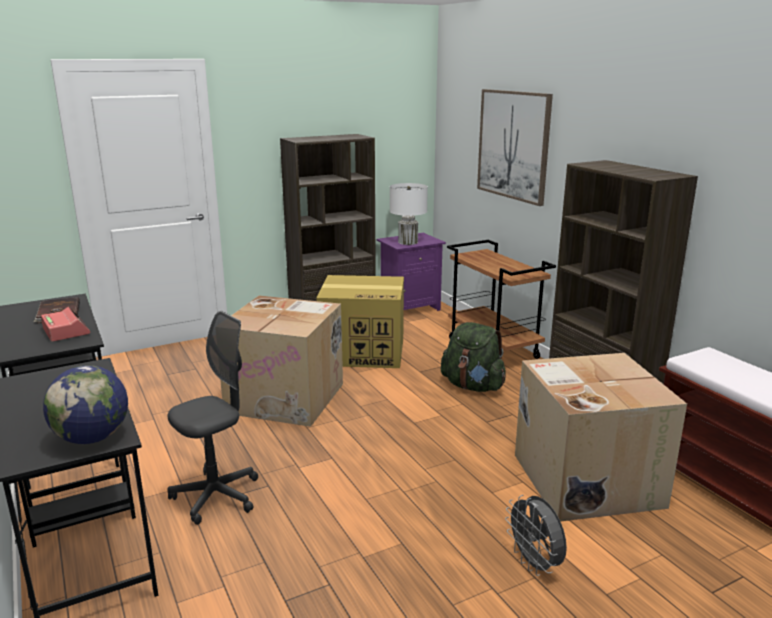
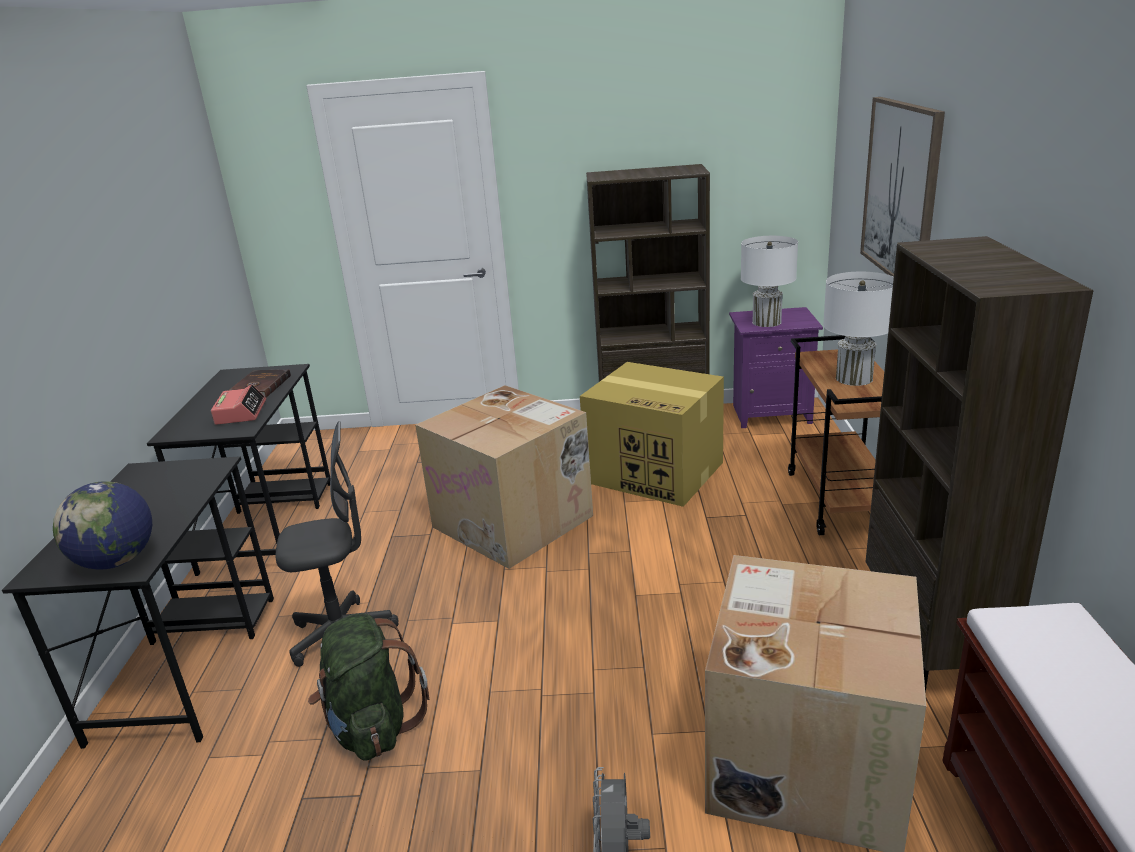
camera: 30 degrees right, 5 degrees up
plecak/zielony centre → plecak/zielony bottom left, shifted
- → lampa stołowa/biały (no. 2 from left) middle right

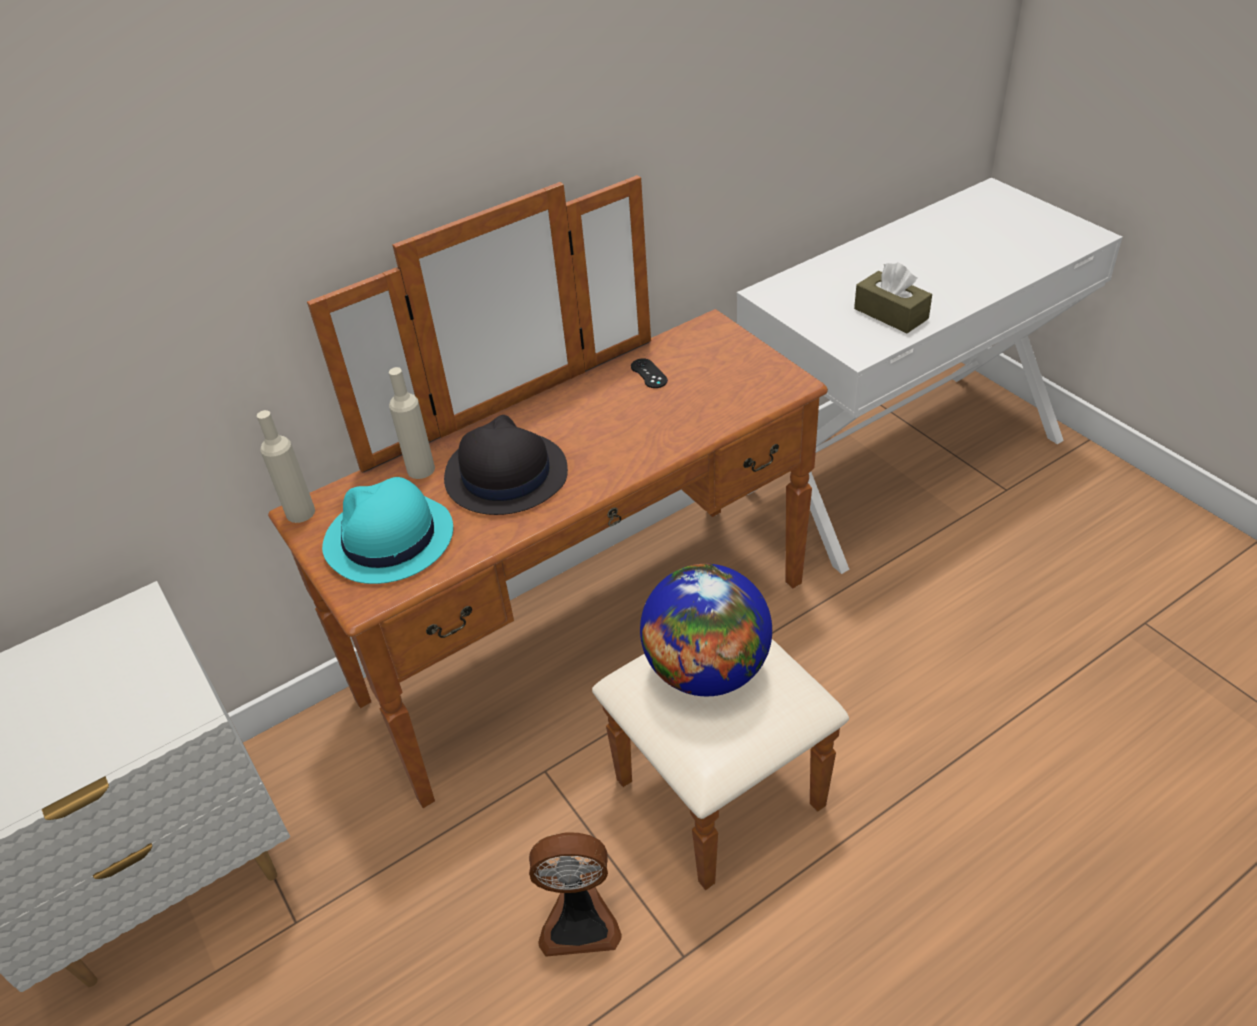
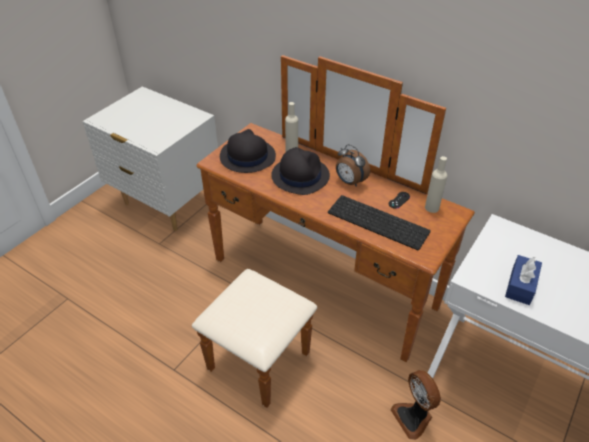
camera: 65 degrees right, 0 degrees up
butelka/beżowy (no. 1 from left in the first image) middle left → butelka/beżowy (no. 2 from left) middle right, shifted
kapelusz/turkusowy middle left → kapelusz/czarny (no. 1 from left) centre
wentylator bottom centre → wentylator bottom right, shifted
globus centre → -
pudełko chusteczek/brązowy top right → pudełko chusteczek/niebieski middle right
- → klawiatura centre
- → budzik centre

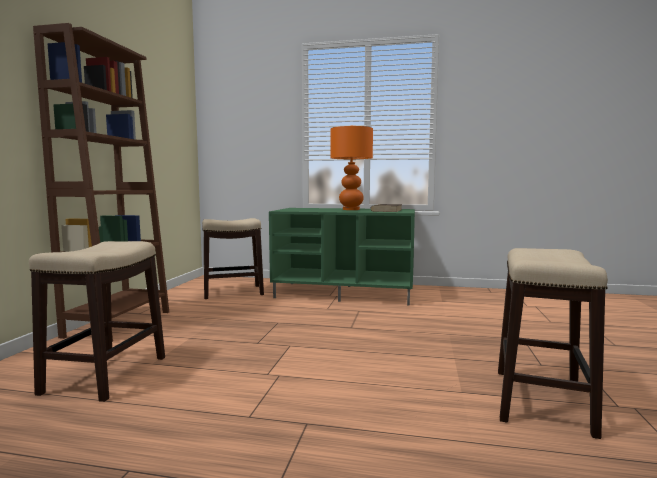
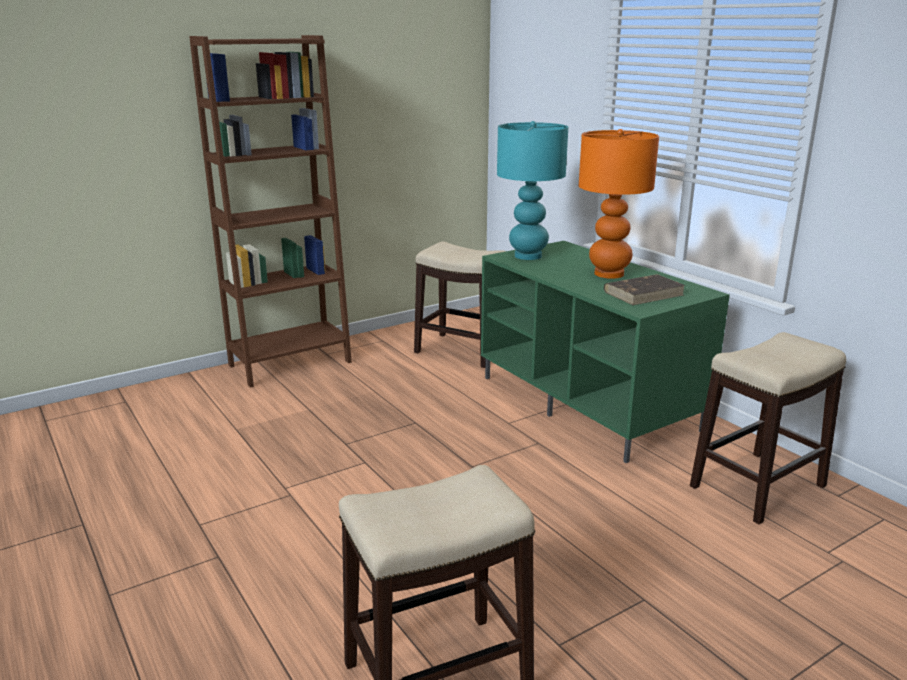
camera: 45 degrees right, 15 degrees up
stołek (no. 1 from left in the first image) bottom left → stołek (no. 3 from left) middle right, shifted
- → lampa stołowa/turkusowy top centre

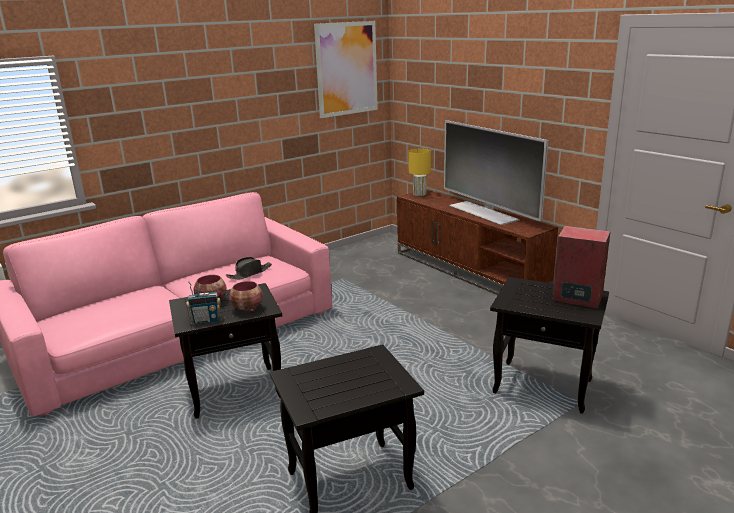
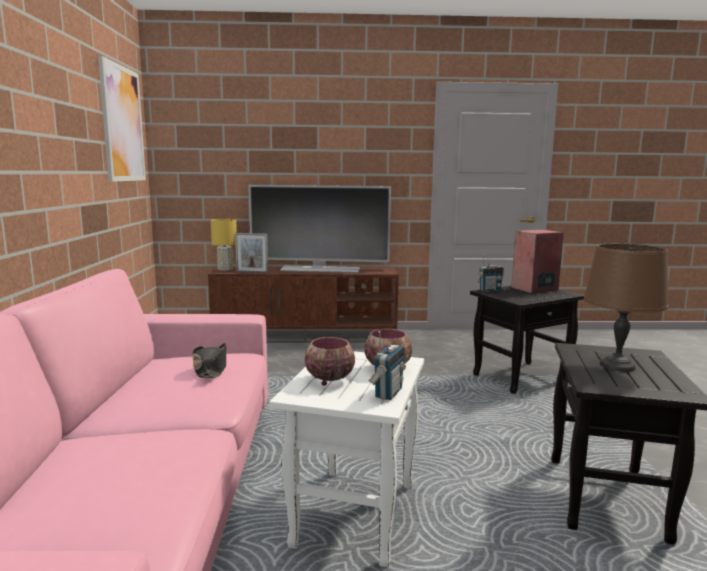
camera: 55 degrees left, 10 degrees down
stolik/czarny (no. 1 from left) bottom left → stolik/biały bottom centre
- → ramka na zdjęcie centre
- → radio (no. 2 from left) middle right
- → lampa stołowa/brązowy middle right

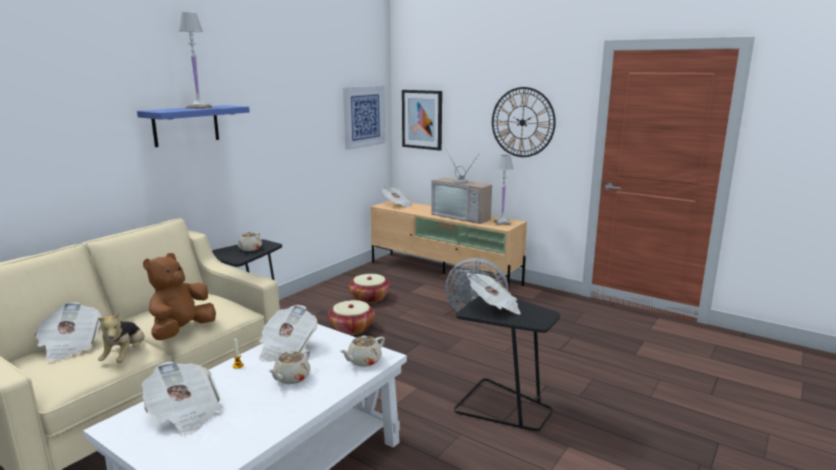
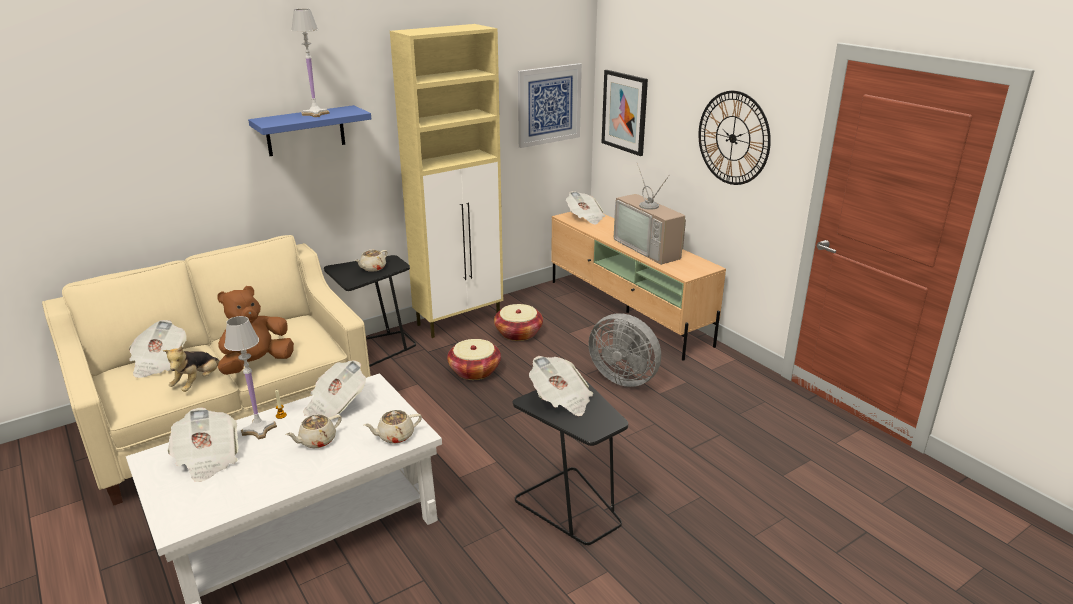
camera: 20 degrees right, 10 degrees up
lampa stołowa/biały (no. 2 from left in the first image) centre → lampa stołowa/biały (no. 1 from left) middle left, shifted
- → szafka/beżowy top centre

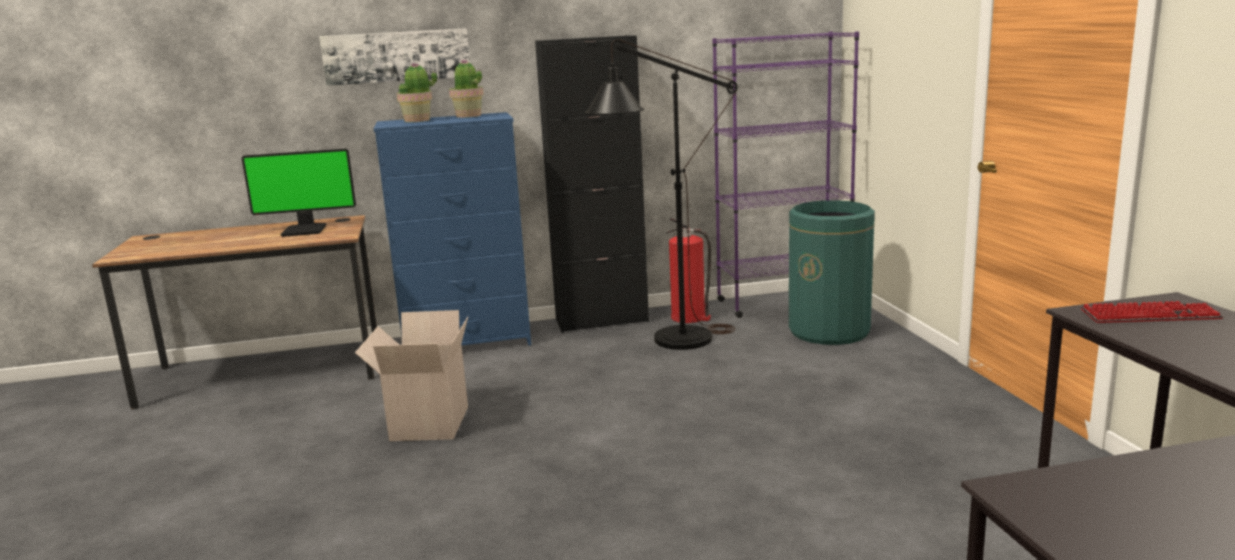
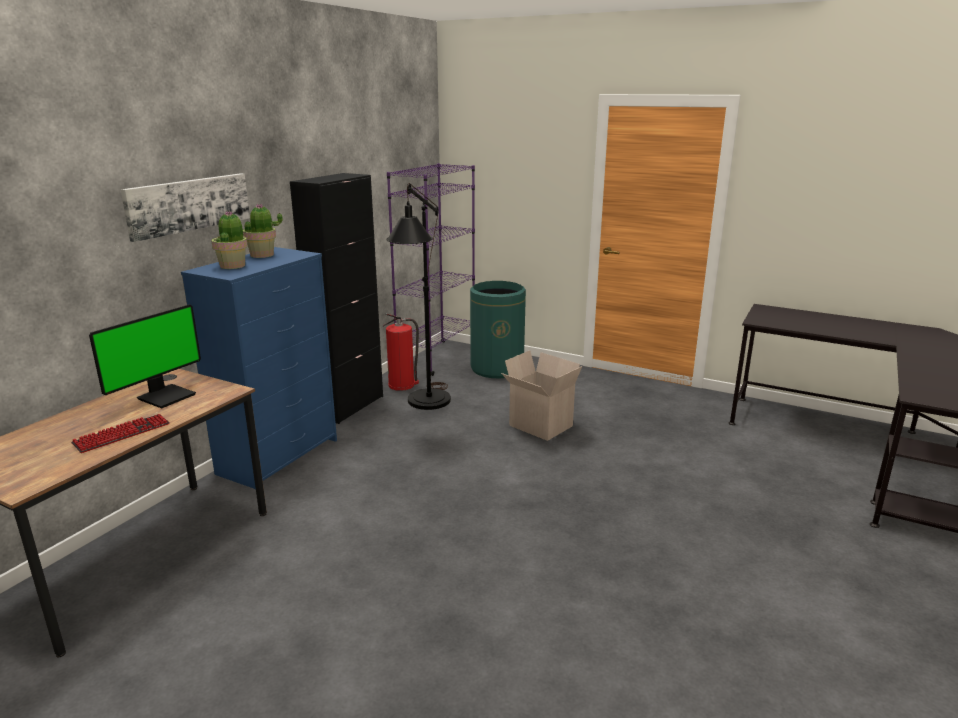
camera: 50 degrees left, 5 degrees up
karton bottom left → karton centre, shifted
klawiatura middle right → klawiatura middle left, shifted

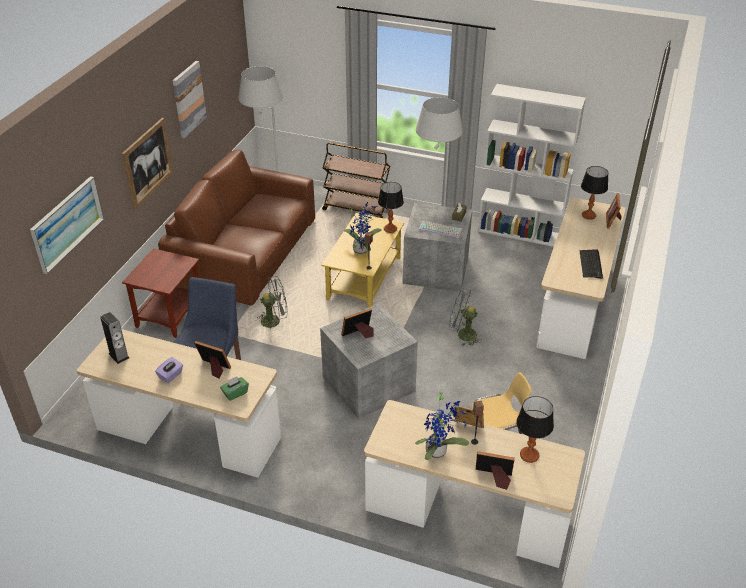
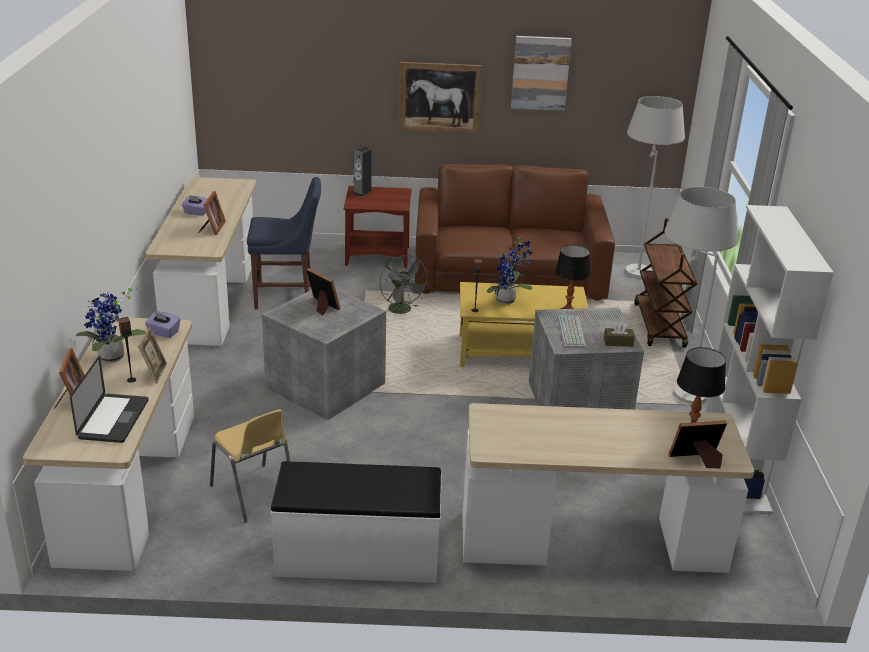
camera: 70 degrees right, 10 degrees down
obraz (no. 1 from left) middle left → -
głośnik (no. 1 from left in the first image) middle left → głośnik (no. 2 from left) top centre, shifted
pudełko chusteczek/zielony middle left → -
wentylator/szary (no. 2 from left) centre → -
lampa stołowa (no. 2 from left) bottom right → laptop middle left
klawiatura (no. 2 from left) middle right → -
- → pudełko chusteczek/fioletowy (no. 1 from left) middle left
- → ławka/biały bottom centre

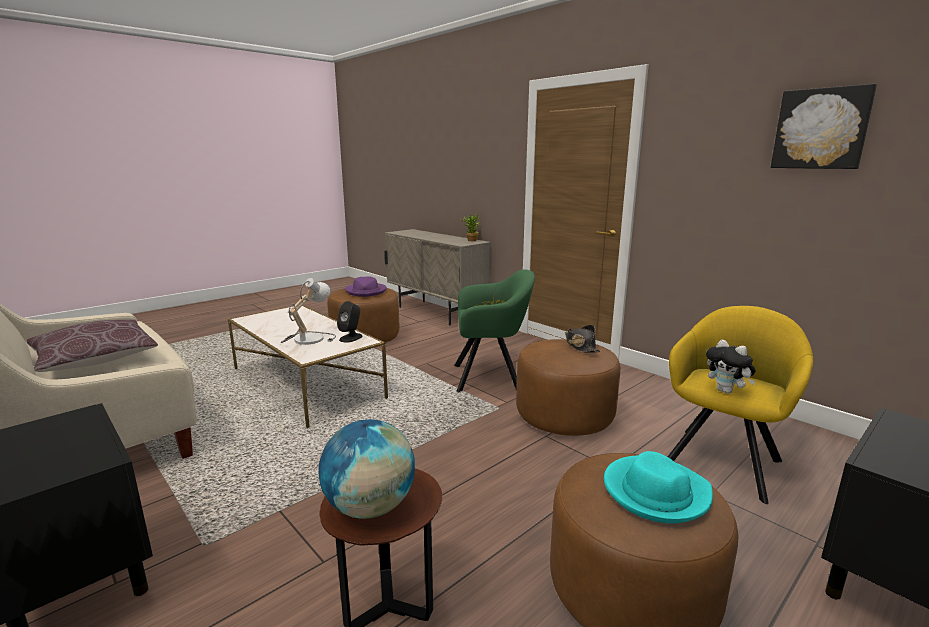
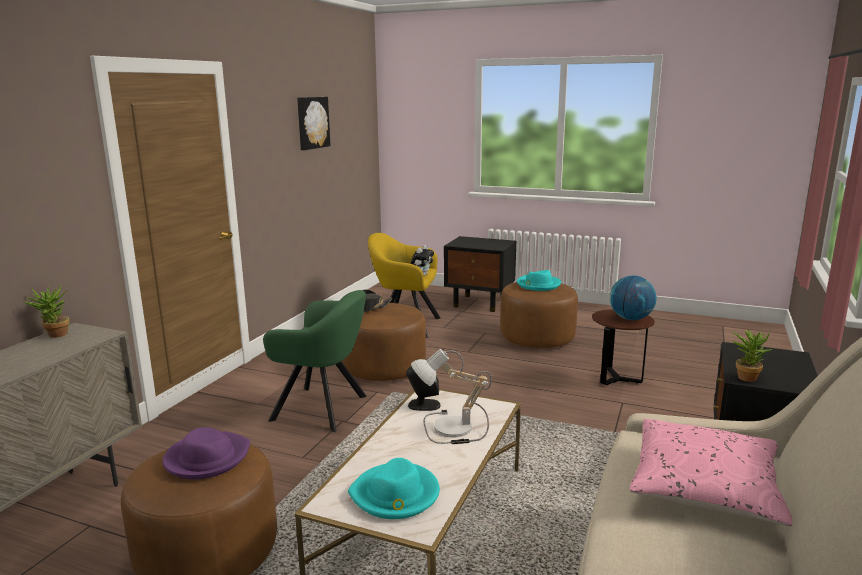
camera: 115 degrees left, 0 degrees up
poduszka/brązowy middle left → poduszka/różowy bottom right
fotel/zielony centre, 135 degrees clockwise
- → kapelusz/turkusowy (no. 1 from left) bottom centre
- → roślina doniczkowa (no. 2 from left) middle right

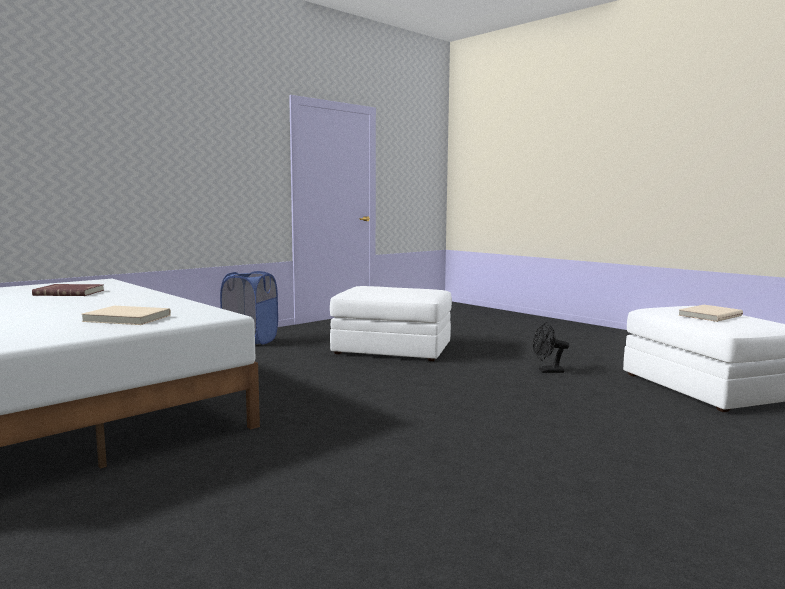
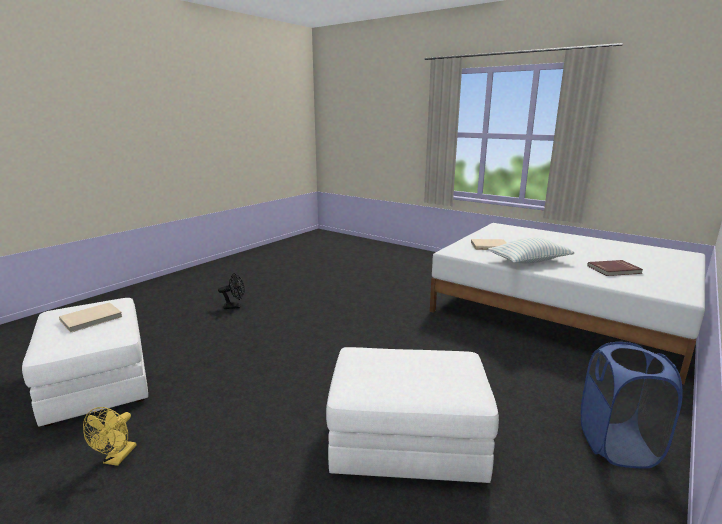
camera: 170 degrees right, 10 degrees up
wentylator/czarny middle right → wentylator/czarny middle left, shifted
- → wentylator/żółty bottom left
- → poduszka middle right

